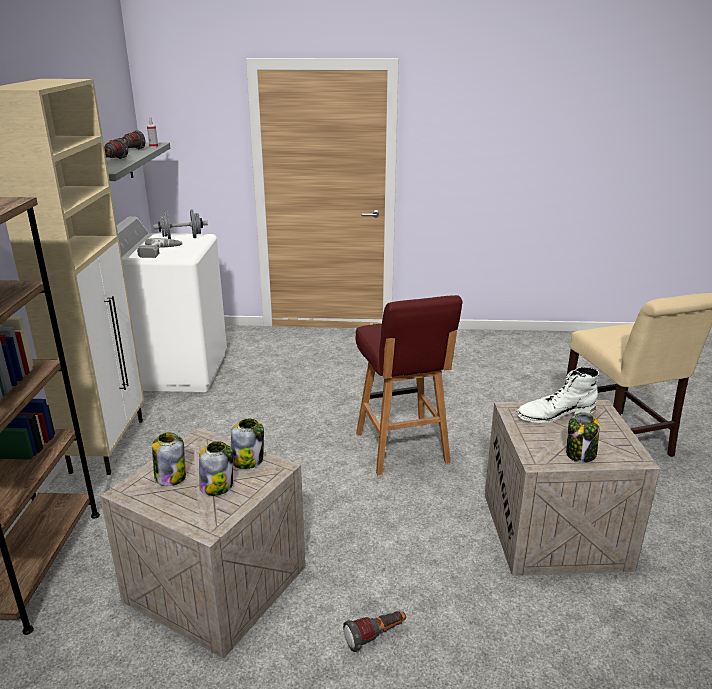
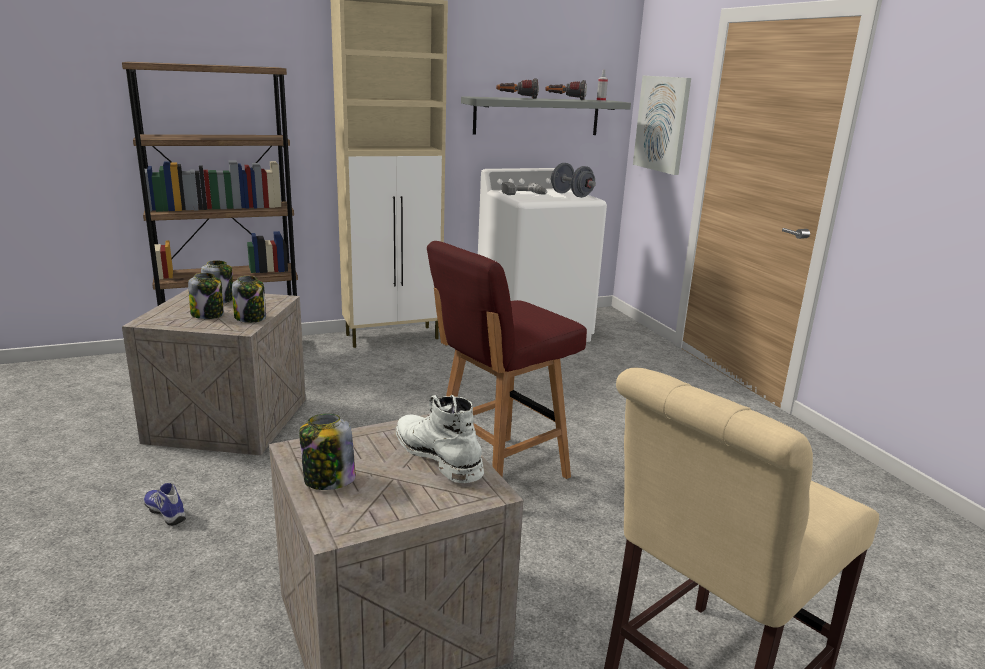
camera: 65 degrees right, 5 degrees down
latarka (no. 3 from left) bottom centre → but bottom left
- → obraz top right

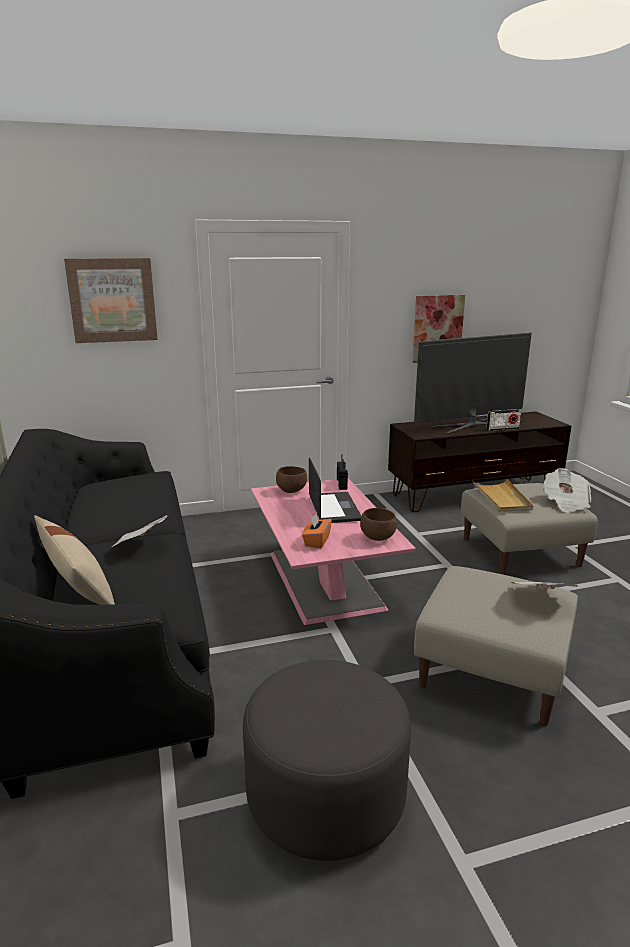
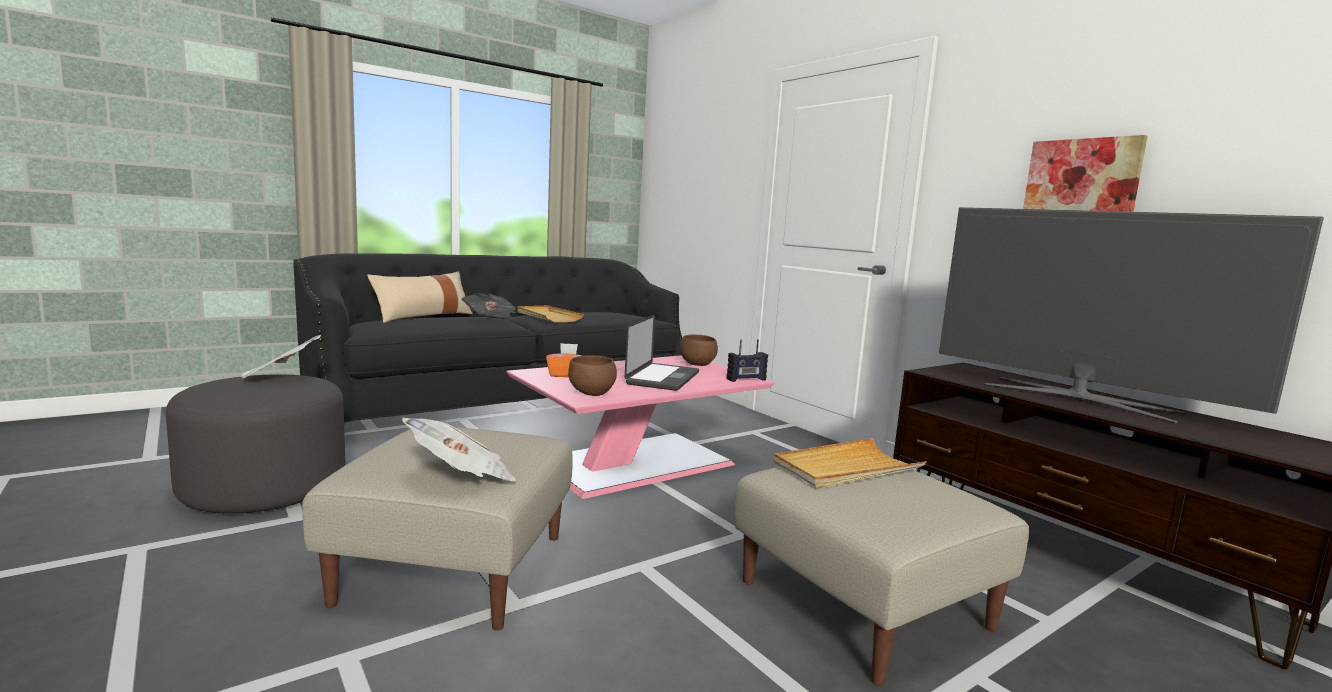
camera: 70 degrees right, 10 degrees down
obraz (no. 1 from left) top left → -
laptop centre, 45 degrees counterclockwise
radio (no. 2 from left) middle right → -
gazeta (no. 3 from left in the first image) middle right → gazeta (no. 1 from left) middle left, shifted
- → taca/beżowy (no. 1 from left) centre

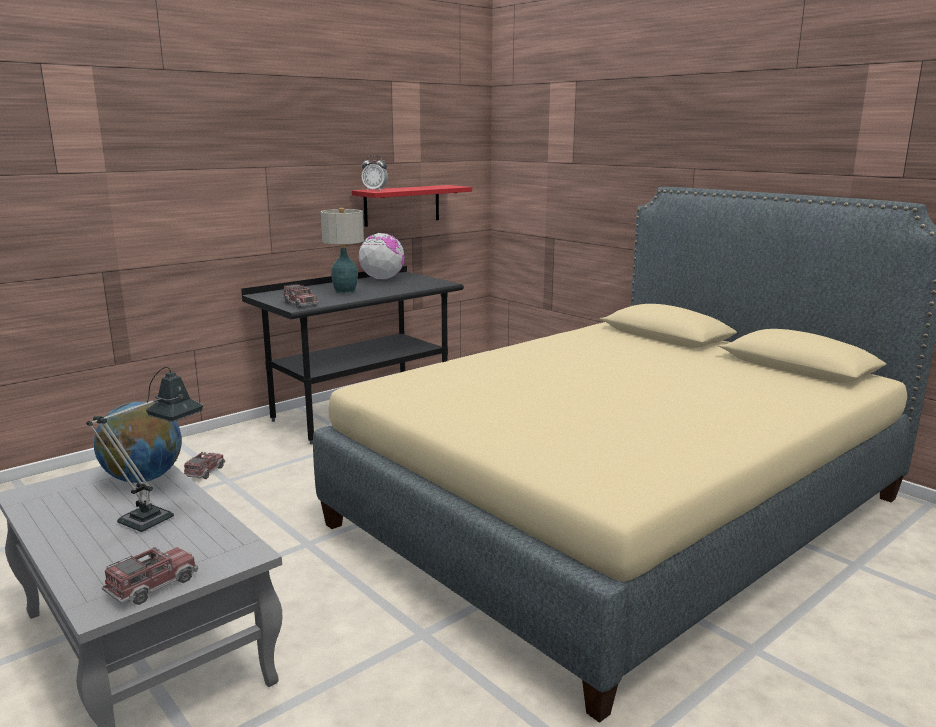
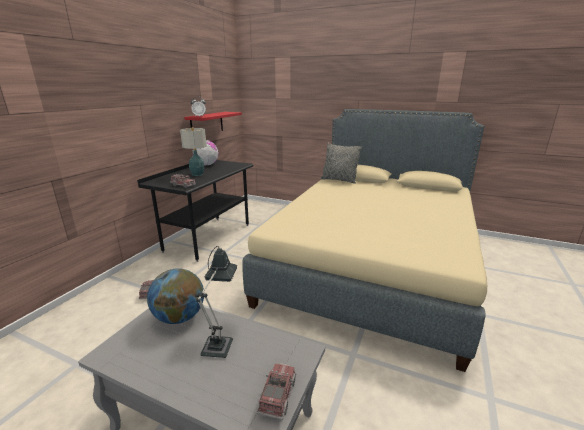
camera: 25 degrees left, 5 degrees up
- → poduszka/szary centre

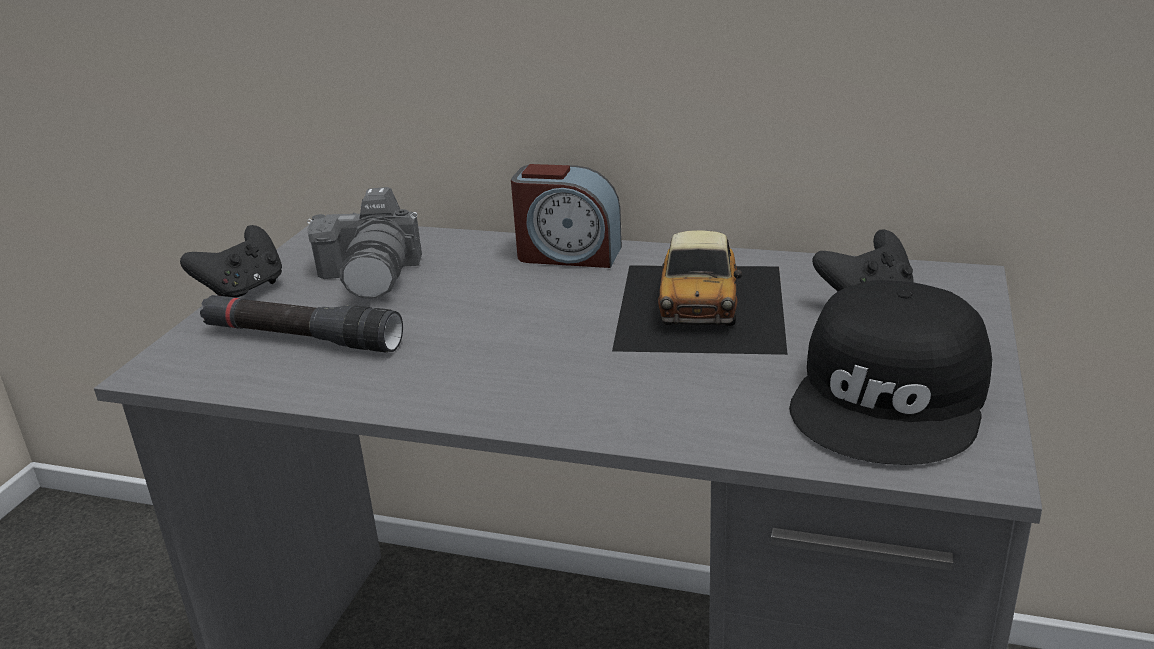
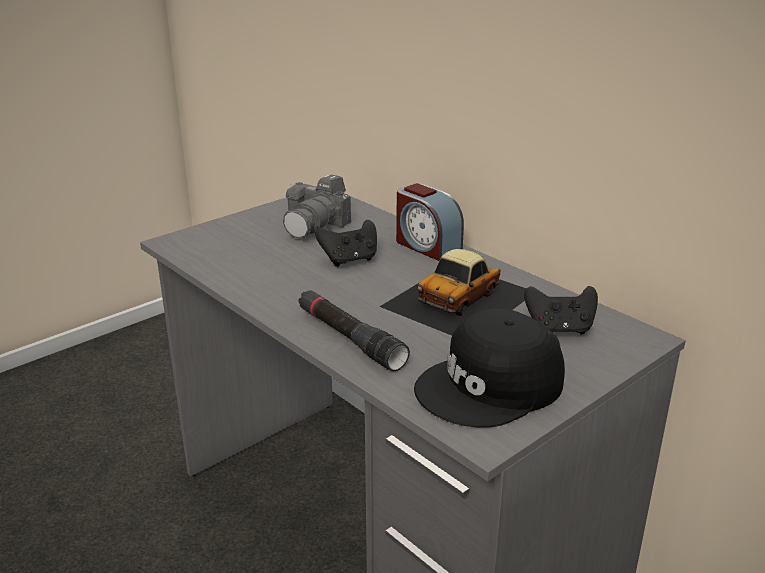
camera: 30 degrees right, 0 degrees up
pad do gier/czarny (no. 1 from left) middle left → pad do gier/czarny (no. 1 from left) centre, shifted
latarka/czarny middle left → latarka/czarny centre, shifted

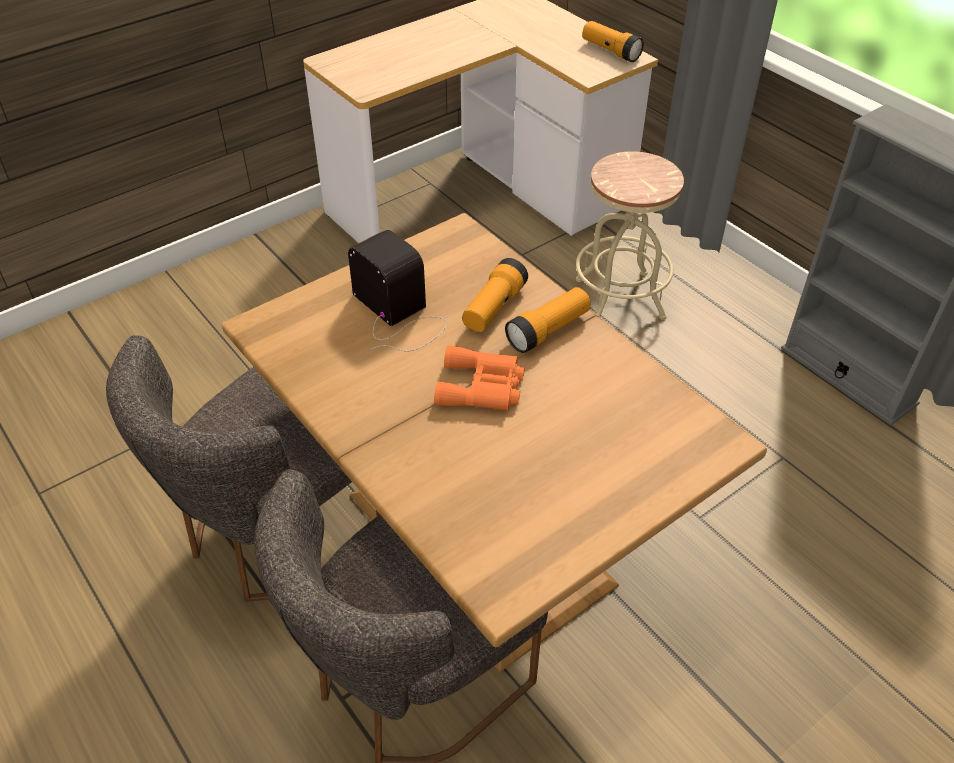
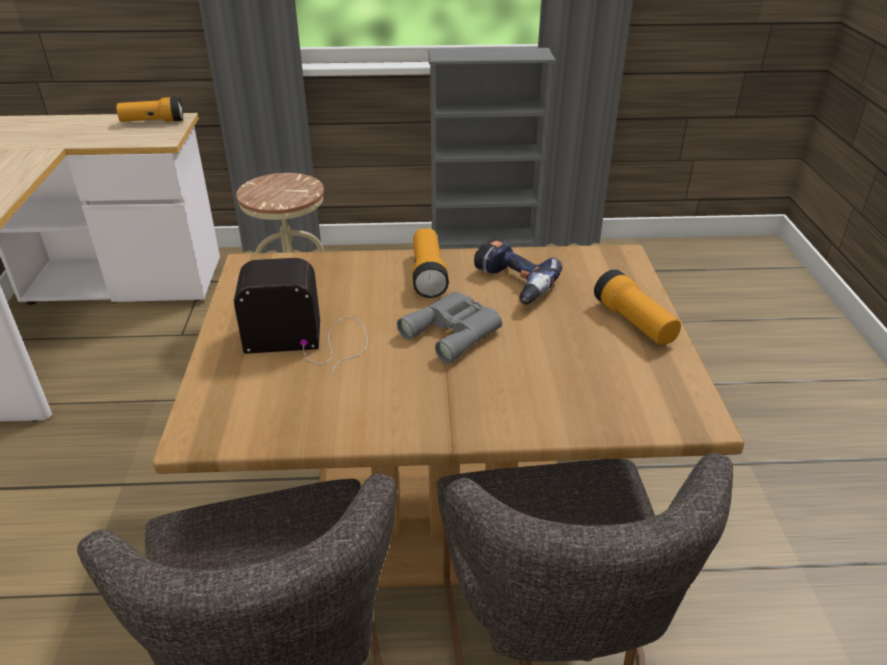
camera: 55 degrees left, 10 degrees down
lornetka/pomarańczowy centre → lornetka/szary centre
latarka (no. 1 from left in the first image) centre → latarka (no. 3 from left) middle right, shifted
- → wiertarka centre

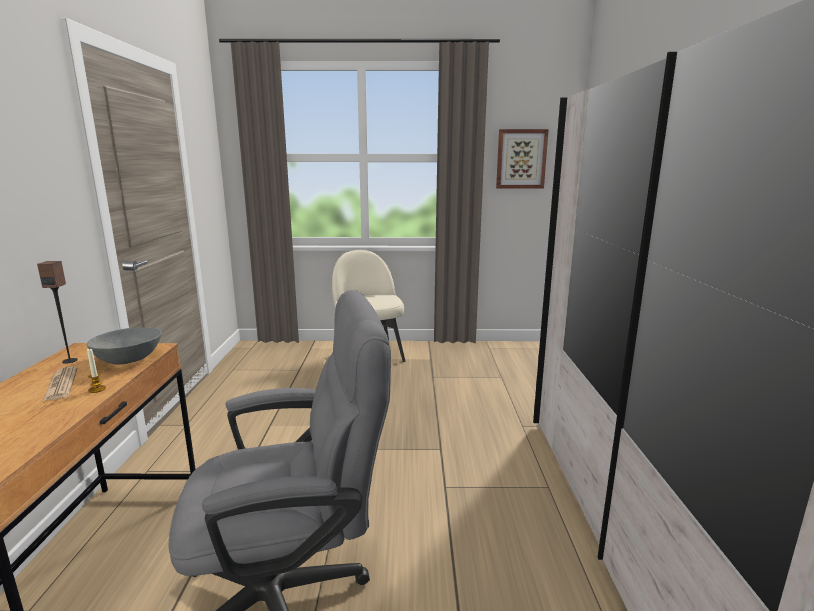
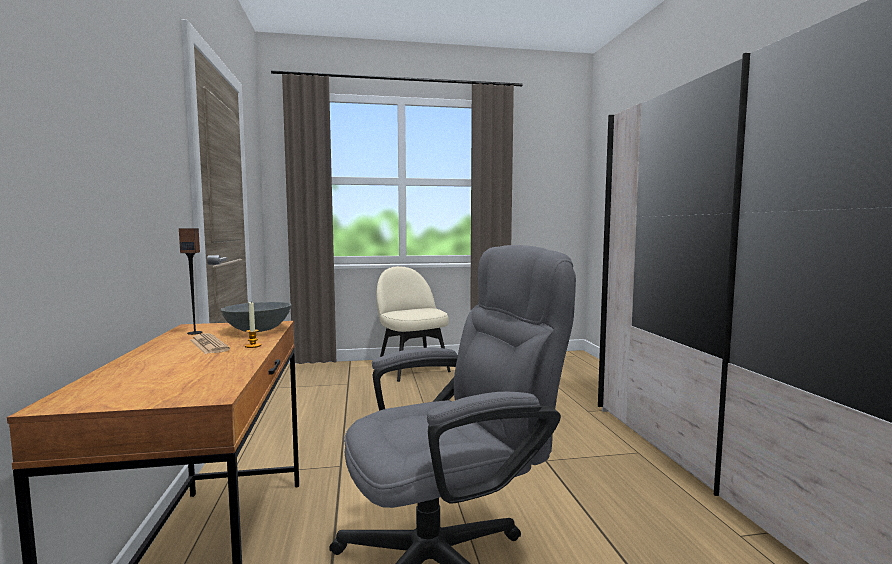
camera: 10 degrees left, 10 degrees down
obraz top centre → -

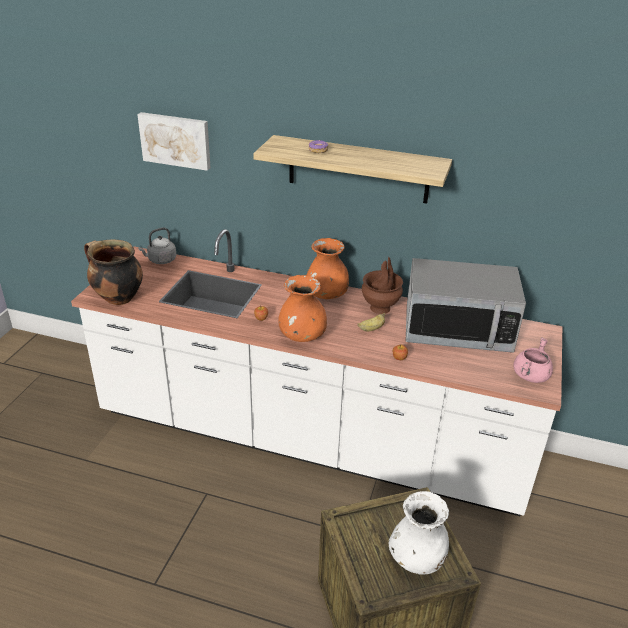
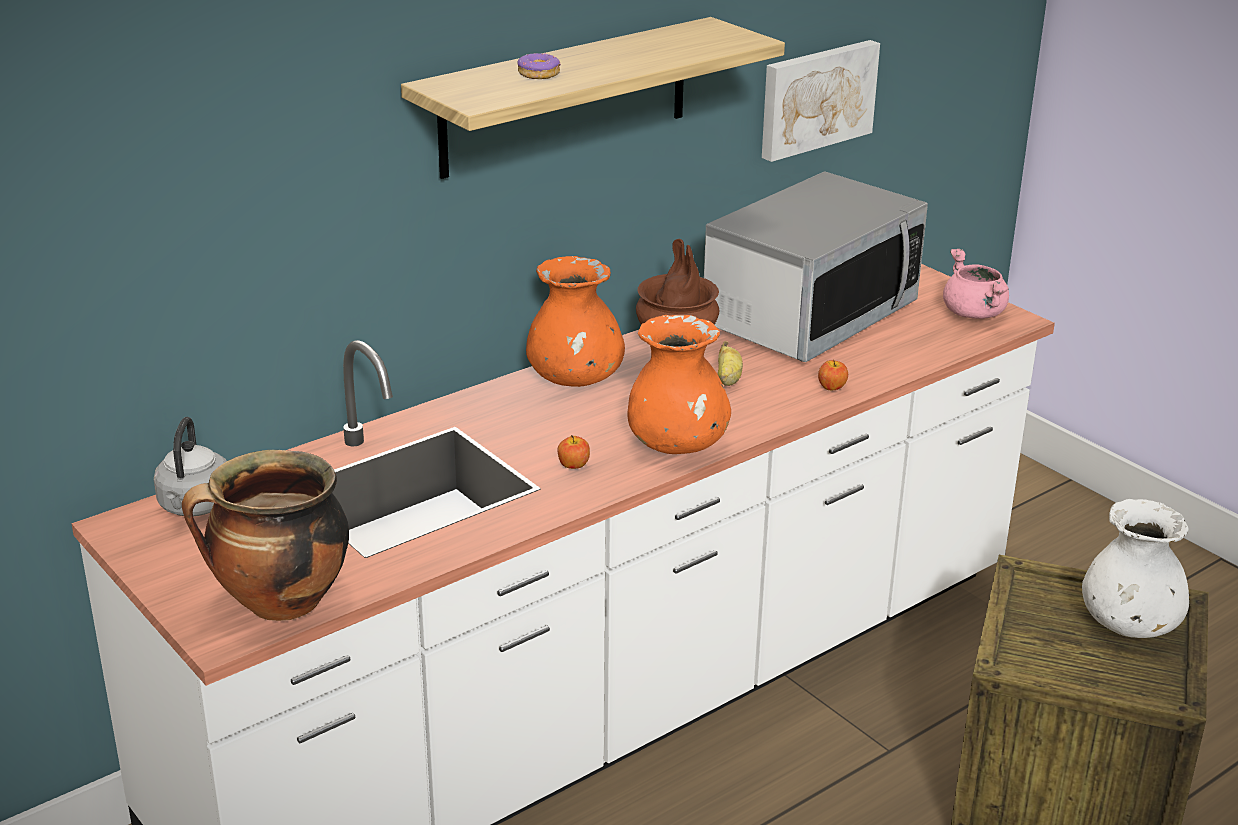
camera: 55 degrees left, 5 degrees down
obraz top left → obraz top centre, shifted

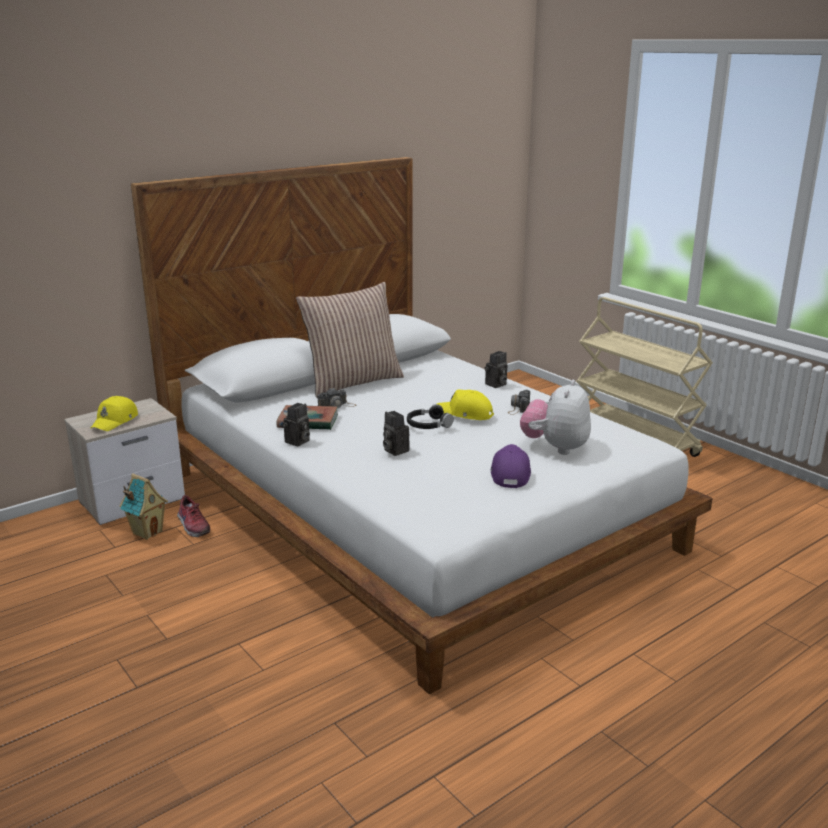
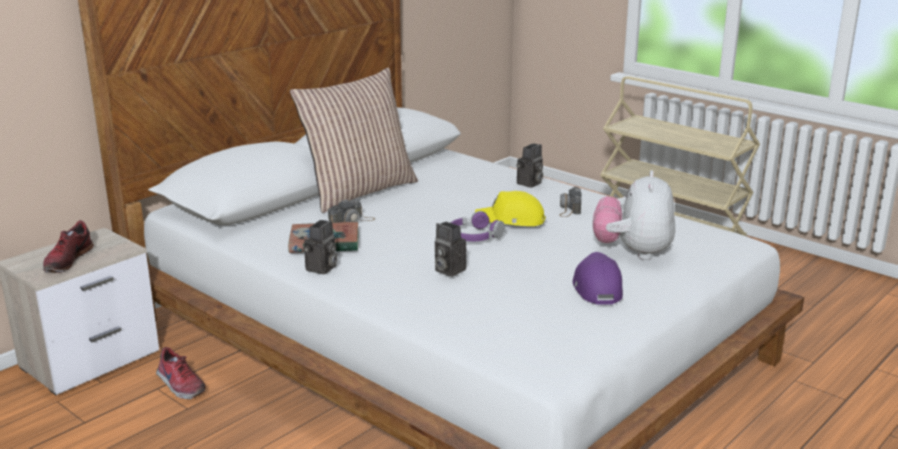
camera: 10 degrees left, 0 degrees up
czapka z daszkiem/żółty (no. 1 from left) middle left → but (no. 1 from left) middle left
domek middle left → -
słuchawki/czarny centre → słuchawki/fioletowy centre

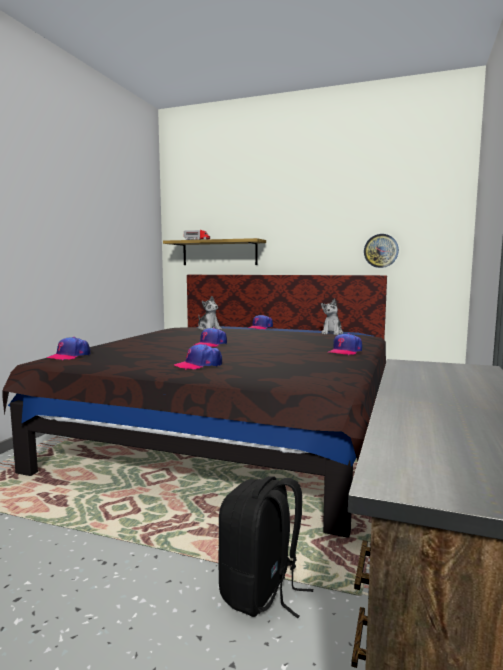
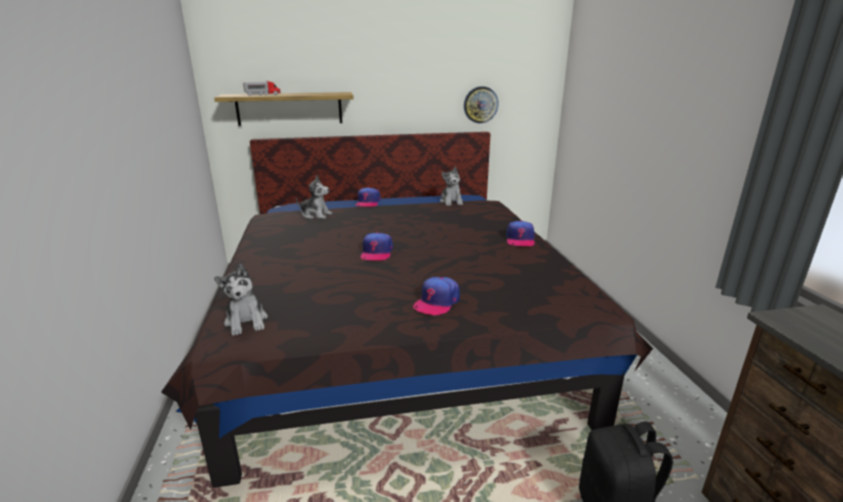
camera: 30 degrees left, 15 degrees up
czapka z daszkiem (no. 1 from left) middle left → pluszak (no. 1 from left) middle left

